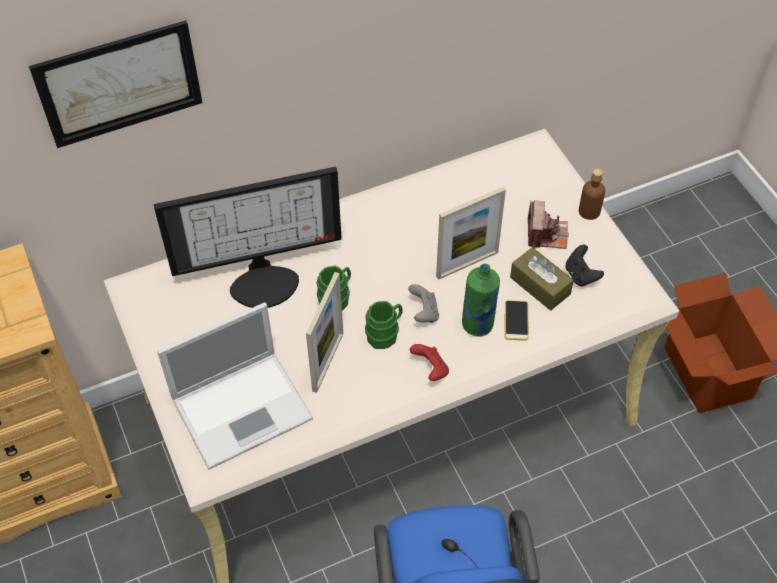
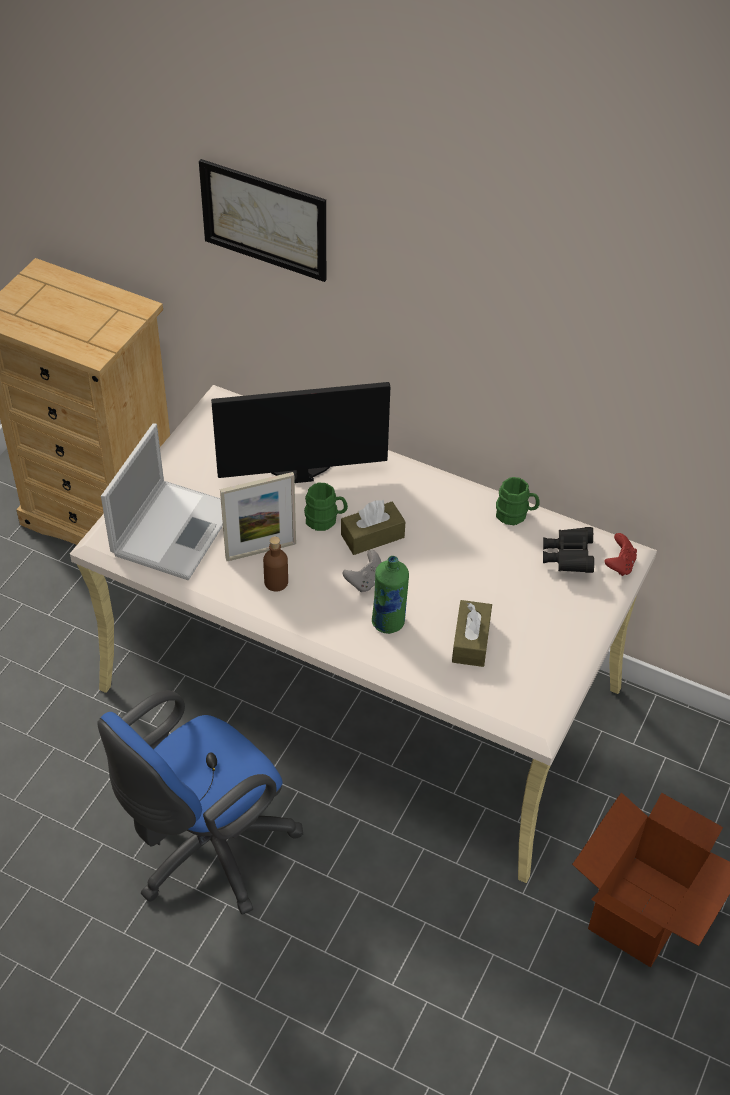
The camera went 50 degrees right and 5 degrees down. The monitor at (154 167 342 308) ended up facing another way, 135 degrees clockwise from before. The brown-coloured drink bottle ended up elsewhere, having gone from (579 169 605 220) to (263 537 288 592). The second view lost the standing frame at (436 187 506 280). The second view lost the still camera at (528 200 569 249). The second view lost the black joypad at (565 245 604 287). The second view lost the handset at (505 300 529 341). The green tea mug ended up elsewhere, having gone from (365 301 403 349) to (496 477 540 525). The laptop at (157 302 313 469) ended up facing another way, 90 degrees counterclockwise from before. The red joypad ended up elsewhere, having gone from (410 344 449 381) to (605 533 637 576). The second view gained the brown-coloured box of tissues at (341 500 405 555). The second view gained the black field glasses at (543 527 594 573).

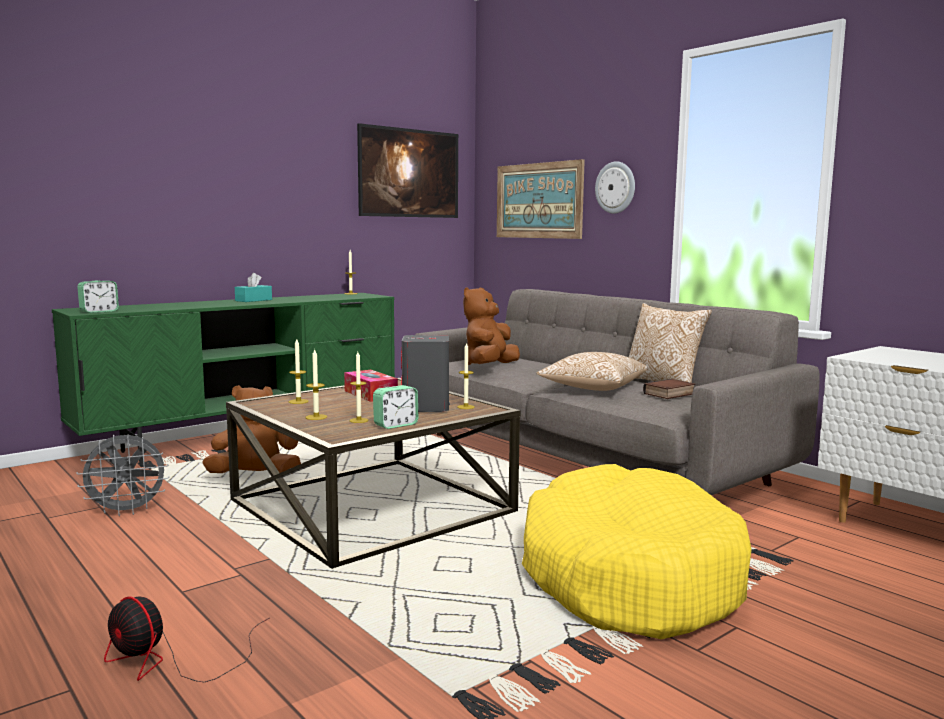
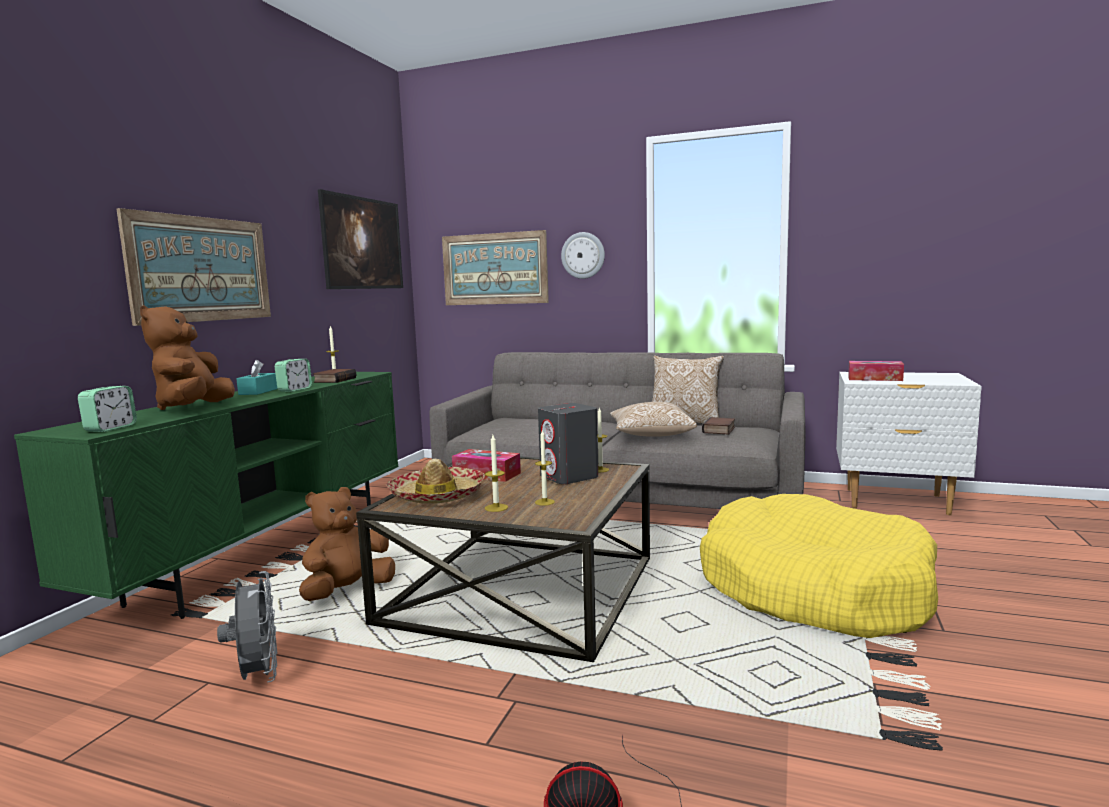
The camera went 30 degrees left and 0 degrees up. The brown-coloured cuddly toy ended up elsewhere, having gone from (463 287 520 365) to (140 305 235 410). Where the candle stood at (289 339 309 404), the wearable hat came to stand at (386 459 485 504). The bedside clock ended up elsewhere, having gone from (373 385 418 429) to (275 359 312 392). The gray fan at (76 434 169 516) ended up facing another way, 60 degrees counterclockwise from before. The second view gained the wall picture at (117 208 271 326). The second view gained the box of tissues at (848 361 904 381). The second view gained the book at (313 369 356 383).

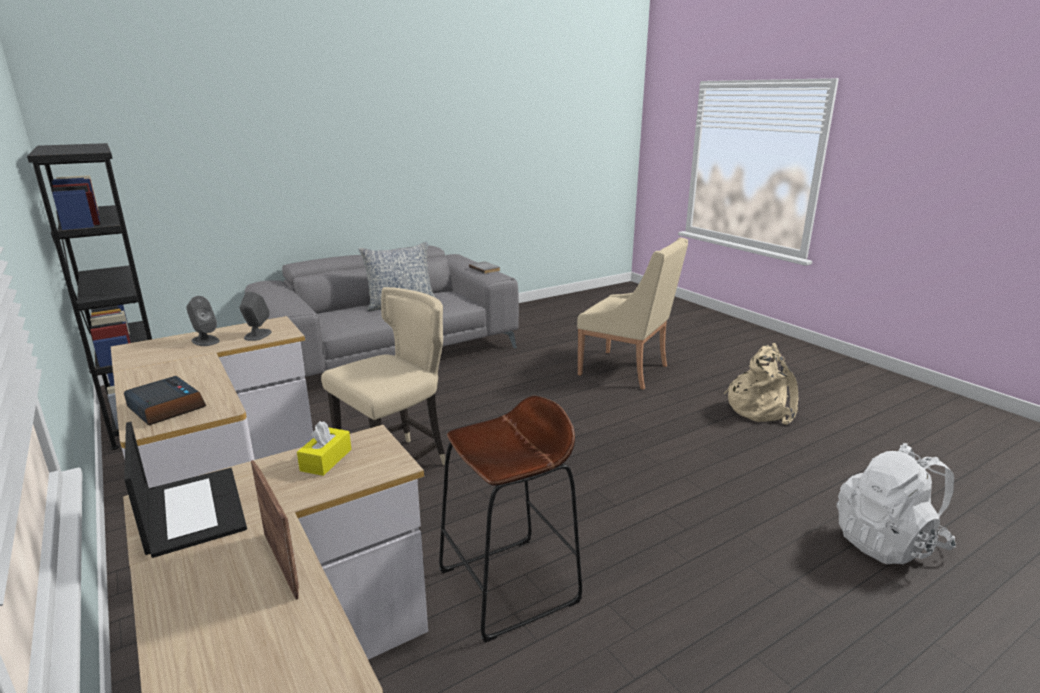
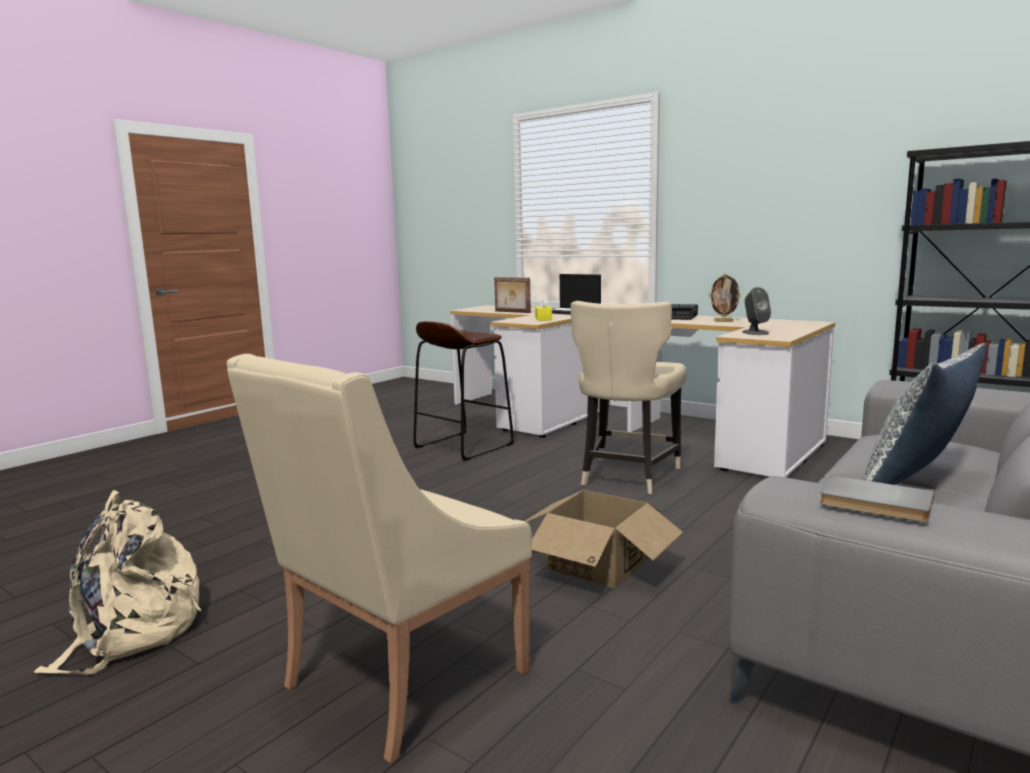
The camera went 160 degrees right and 10 degrees down. The beige easy chair at (577 238 688 390) ended up facing another way, 60 degrees counterclockwise from before. The second view lost the gray audio speaker at (187 296 220 346). The second view lost the whitish backpack at (837 443 956 564). The second view gained the standing frame at (708 273 741 322). The second view gained the carton at (525 490 683 588).

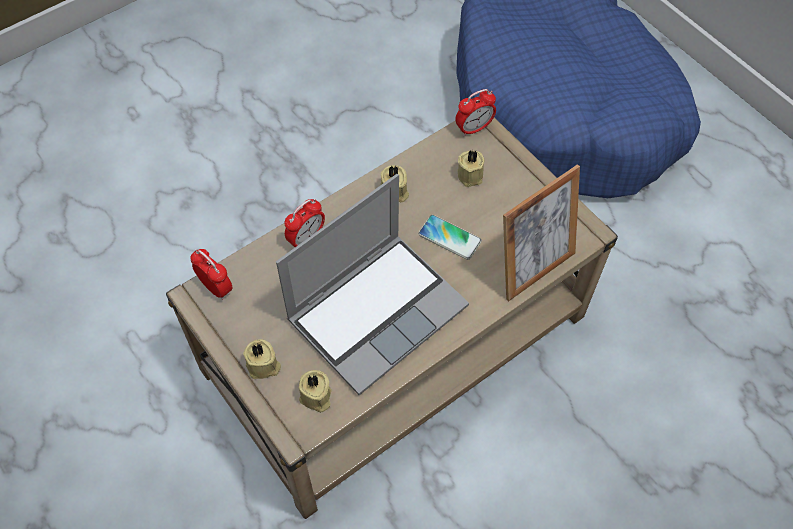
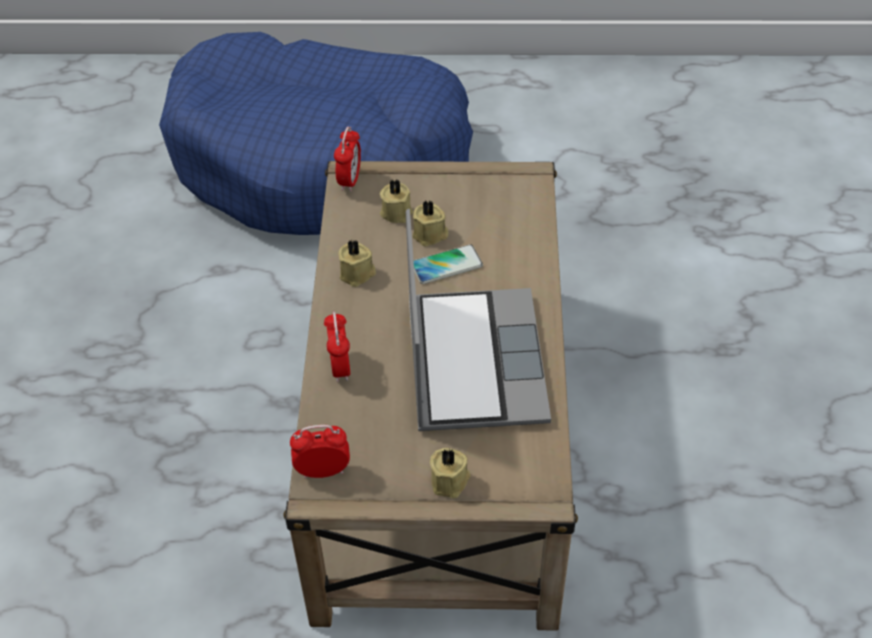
The camera went 50 degrees left and 10 degrees down. The second view lost the standing frame at (503 164 580 301). The beige candle ended up elsewhere, having gone from (299 370 332 413) to (413 201 449 247).

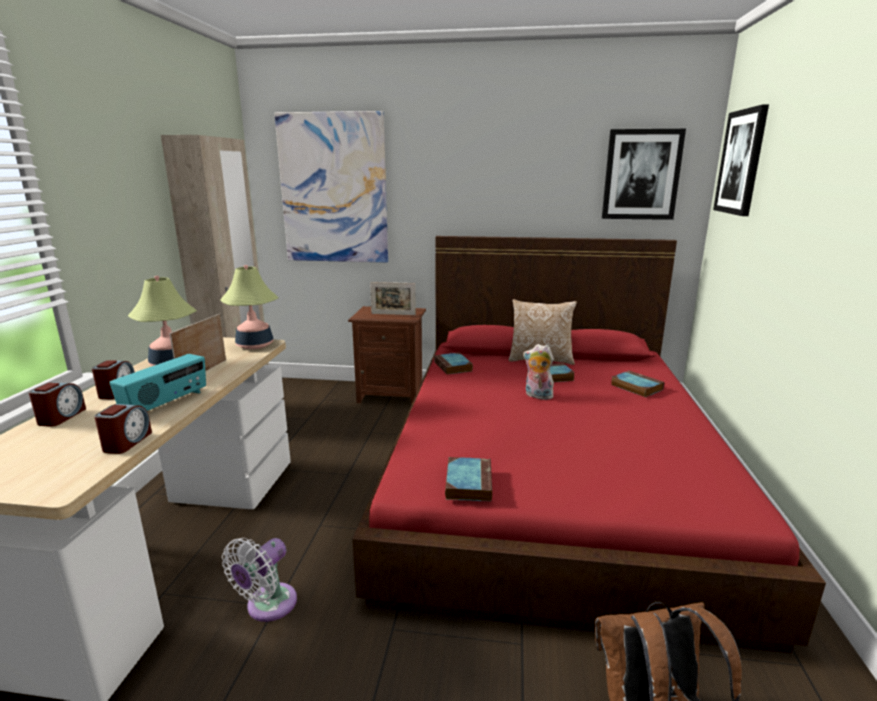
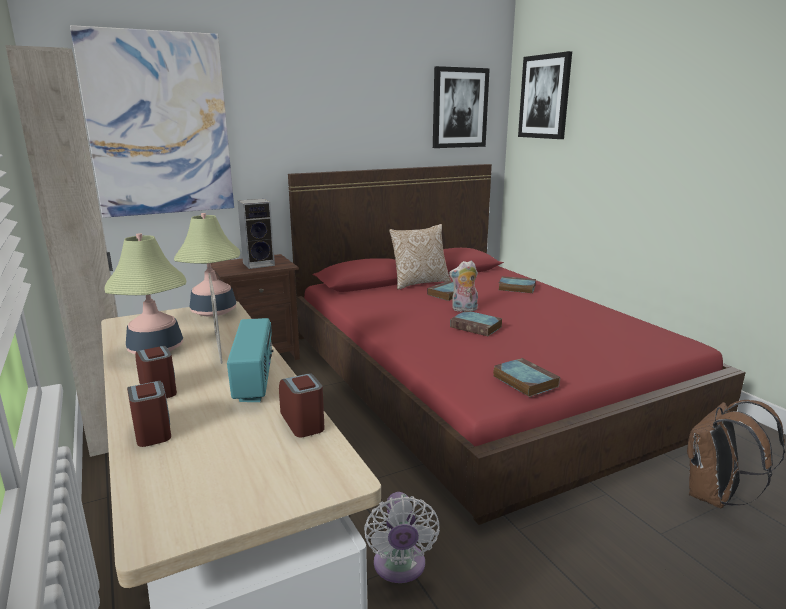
The camera went 35 degrees left and 0 degrees up. Where the standing frame stood at (370 282 416 315), the audio speaker came to stand at (237 199 275 269). The book ended up elsewhere, having gone from (434 352 473 375) to (450 310 503 336).

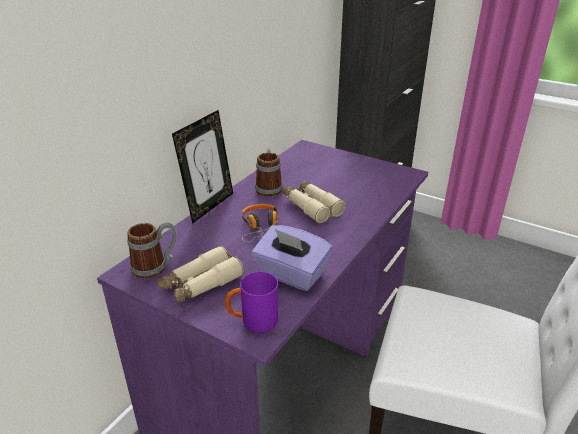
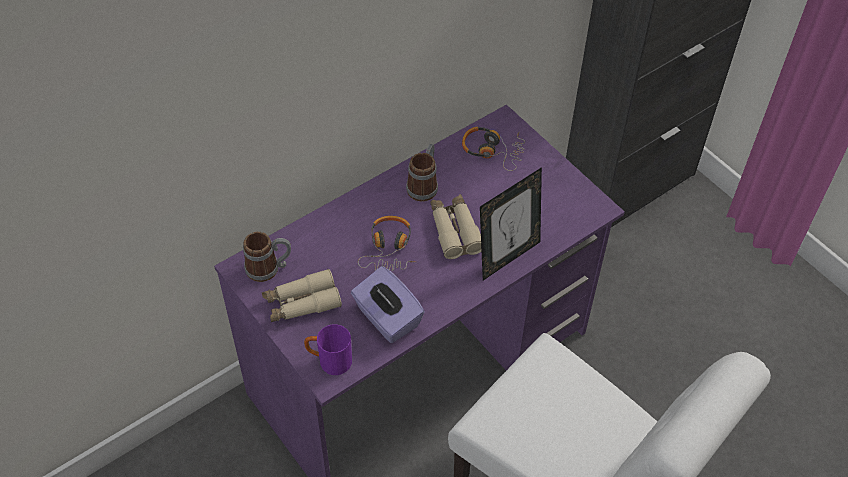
The camera went 20 degrees right and 20 degrees up. The standing frame ended up elsewhere, having gone from (172 110 233 224) to (480 167 542 280). The second view gained the headphones at (462 127 525 171).

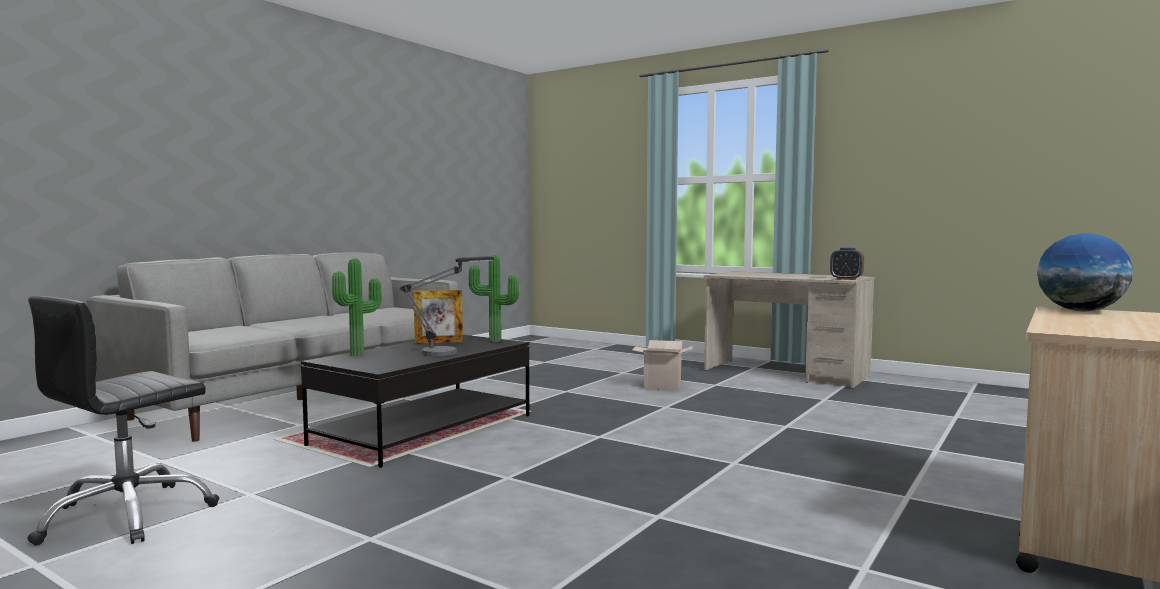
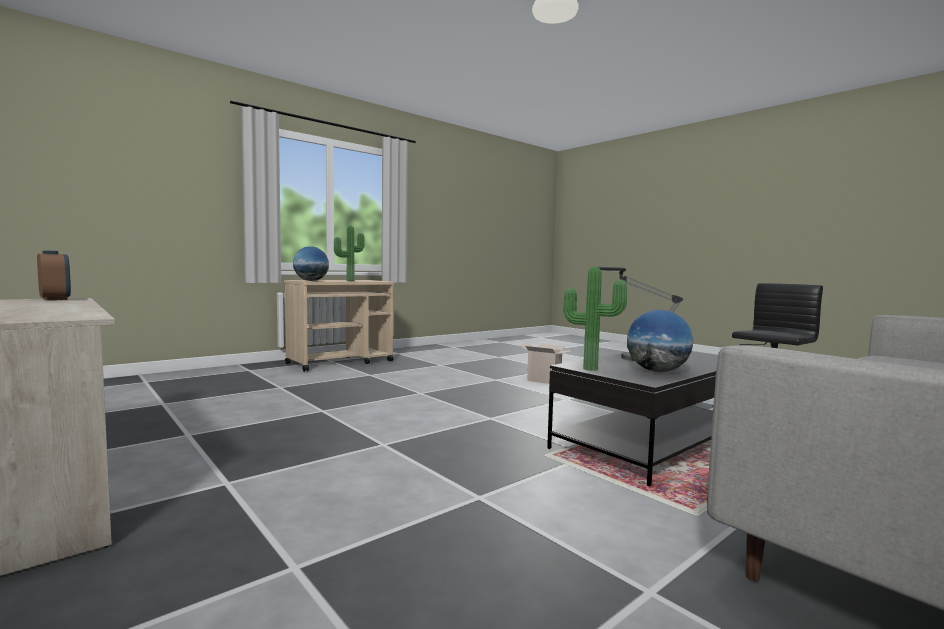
The camera went 165 degrees left and 0 degrees up. The potted plant ended up elsewhere, having gone from (332 258 382 356) to (334 226 365 281). Where the standing frame stood at (414 290 463 344), the globe came to stand at (627 310 694 372). The carton ended up elsewhere, having gone from (632 340 693 391) to (520 343 572 384).

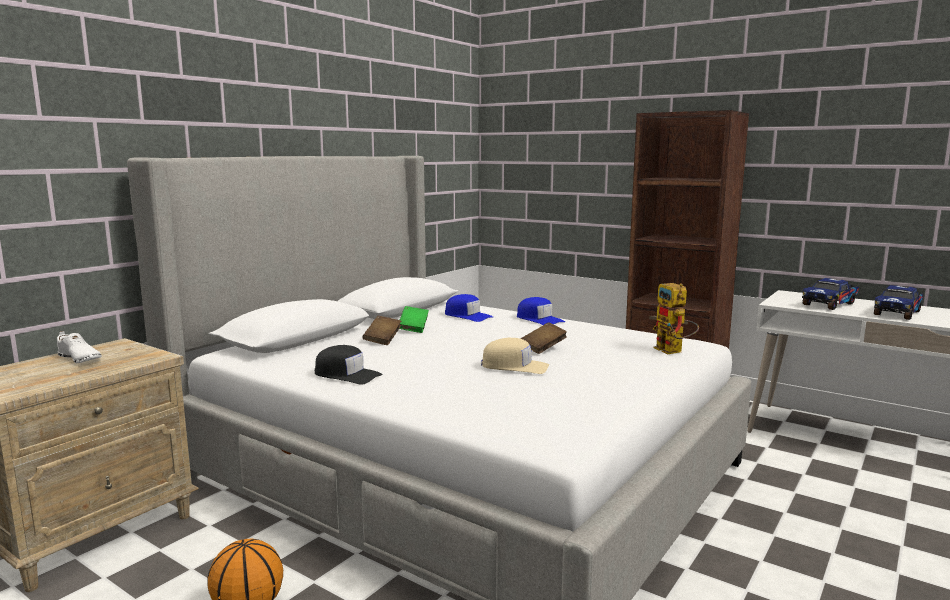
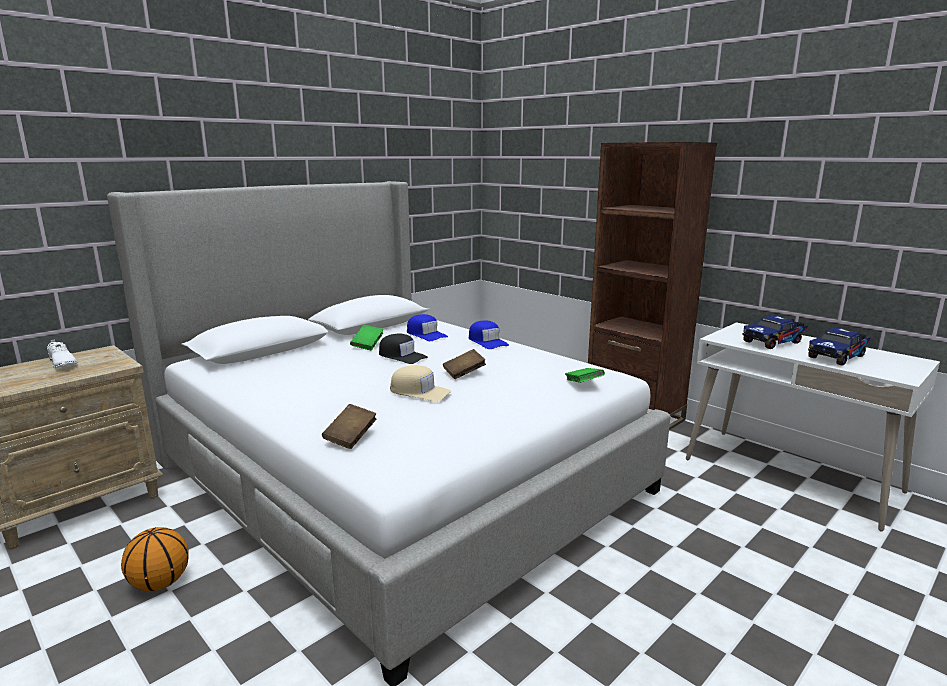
The camera went 10 degrees right and 5 degrees up. Where the toy robot stood at (653 283 699 354), the green book came to stand at (565 368 605 383). The brown-coloured book ended up elsewhere, having gone from (363 316 401 345) to (322 404 377 449). The black baseball cap ended up elsewhere, having gone from (315 345 383 384) to (379 334 428 364).

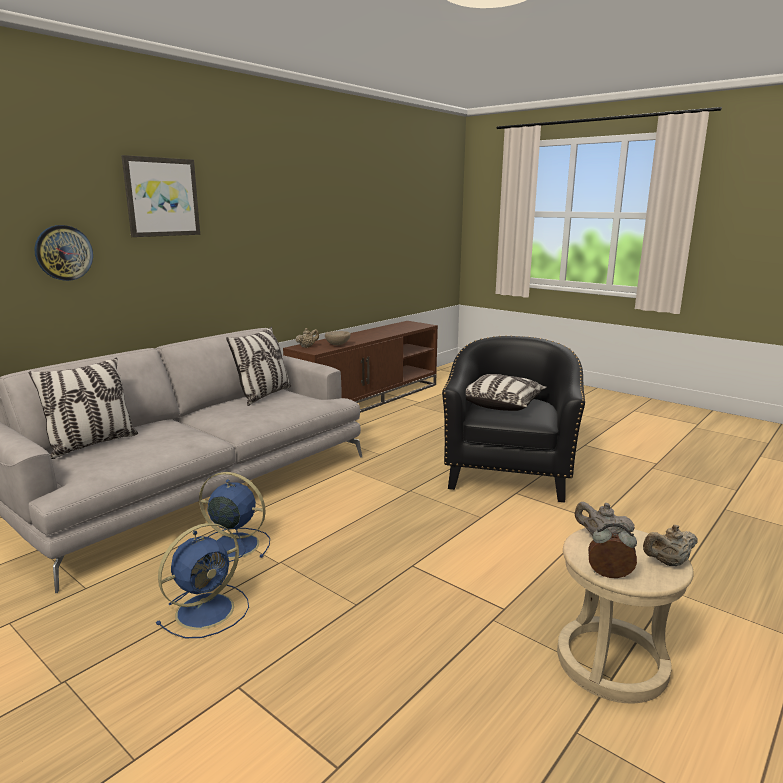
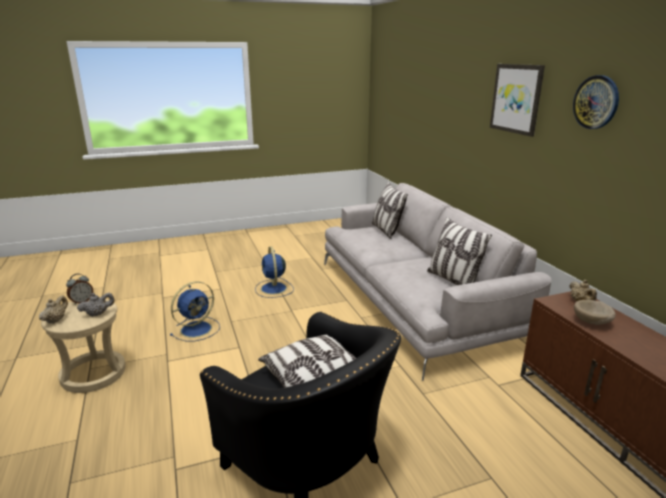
The camera went 120 degrees right and 5 degrees up. The wall clock ended up elsewhere, having gone from (34 225 93 281) to (573 75 619 129). The blue fan ended up elsewhere, having gone from (199 472 270 562) to (170 281 220 341).

